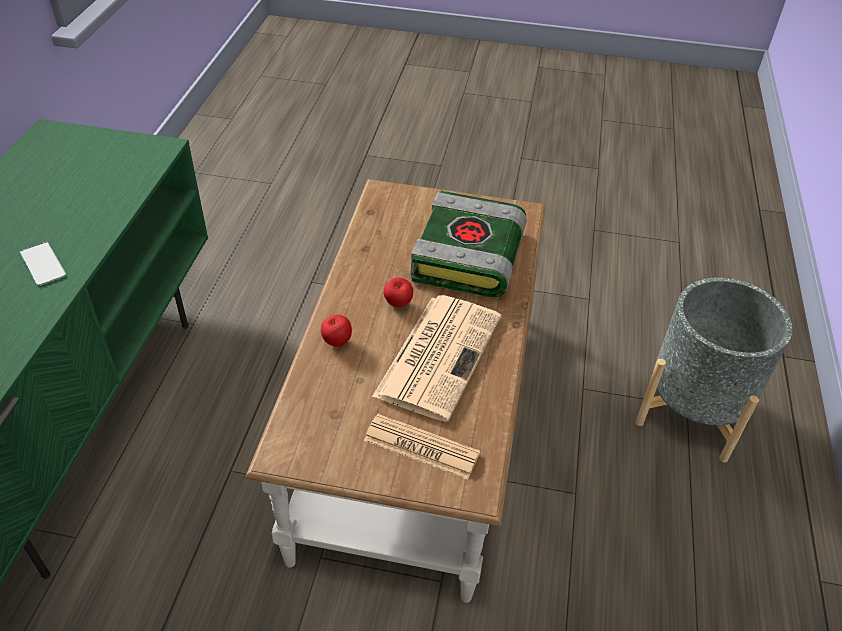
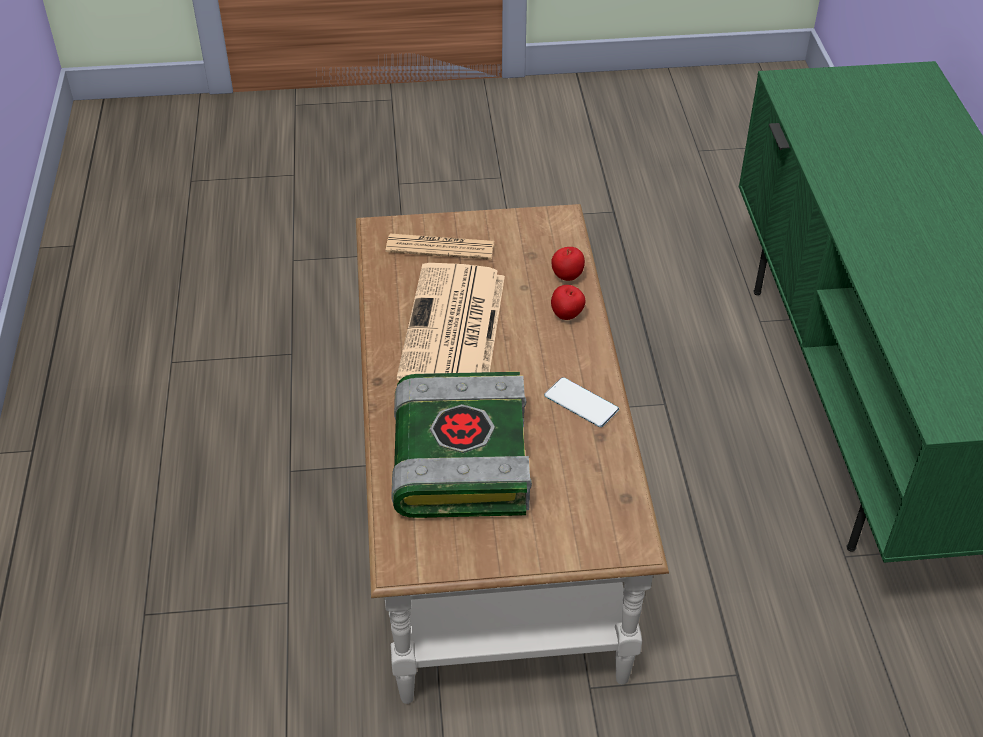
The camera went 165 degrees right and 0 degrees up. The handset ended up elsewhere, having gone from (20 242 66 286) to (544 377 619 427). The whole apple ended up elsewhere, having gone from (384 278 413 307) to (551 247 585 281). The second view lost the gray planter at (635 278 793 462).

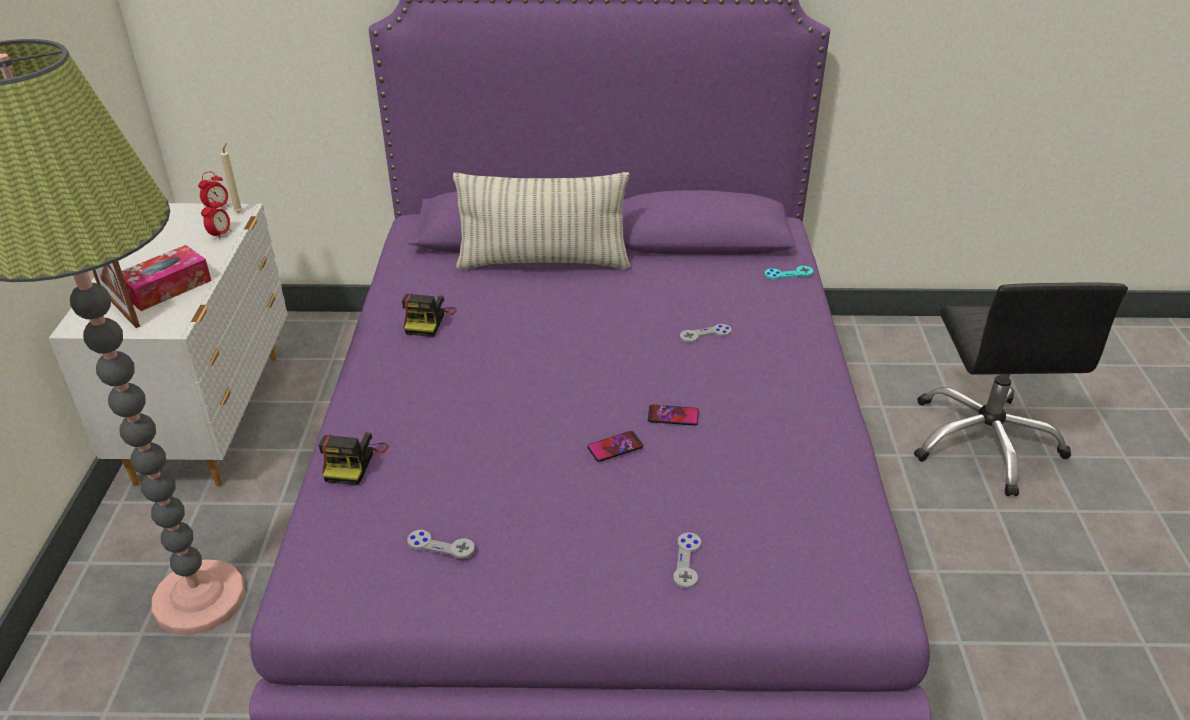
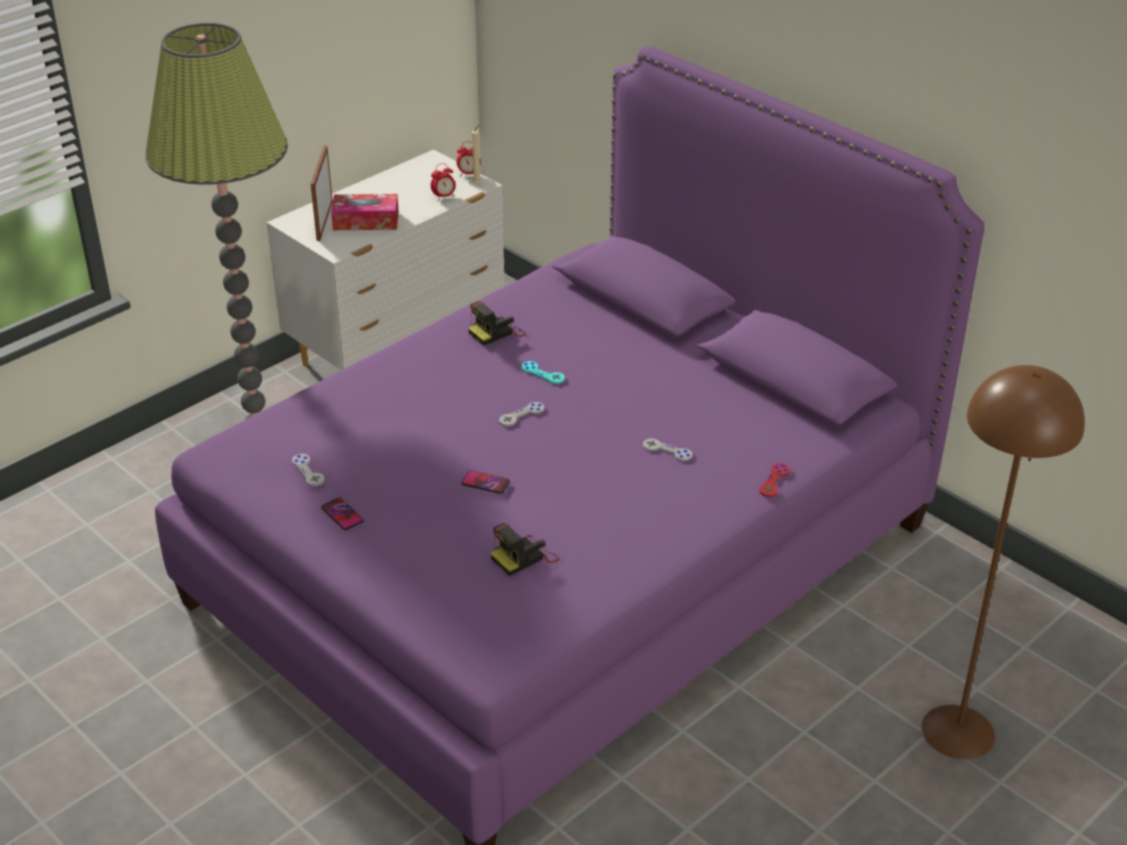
The camera went 45 degrees right and 0 degrees up. The second view lost the pillow at (453 172 631 270). The turquoise joypad ended up elsewhere, having gone from (764 266 813 279) to (521 361 565 384). Where the black computer chair stood at (914 282 1128 496), the brown-coloured standing lamp came to stand at (922 365 1085 759). The handset ended up elsewhere, having gone from (648 405 699 426) to (321 498 363 530). The still camera ended up elsewhere, having gone from (318 432 389 485) to (491 523 560 576). The gray joypad ended up elsewhere, having gone from (673 532 701 589) to (499 402 544 426). The second view gained the red joypad at (759 463 790 497).

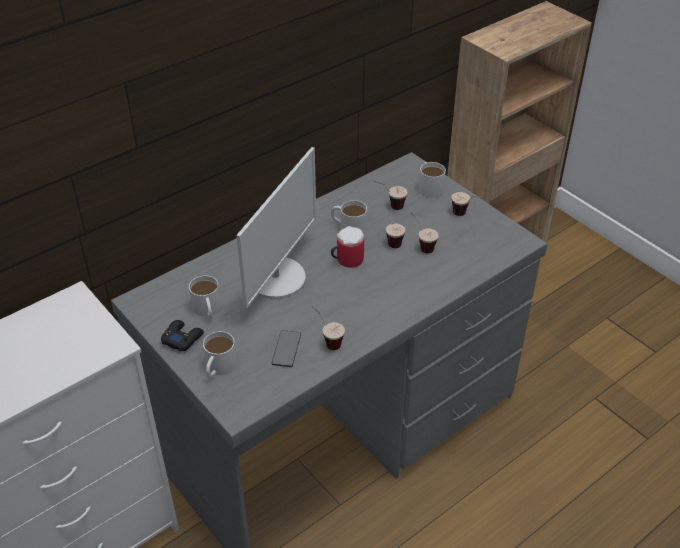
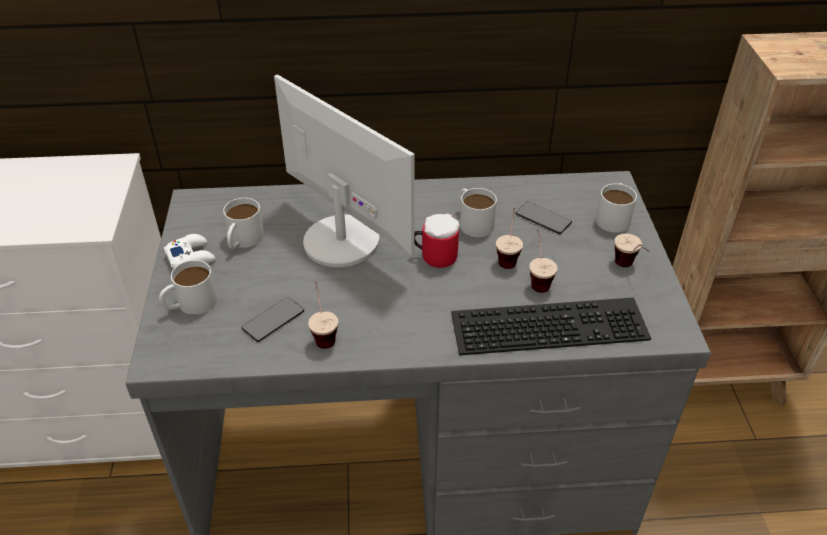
The camera went 35 degrees right and 0 degrees up. The monitor at (236 147 316 309) ended up facing another way, 105 degrees counterclockwise from before. Where the small cup stood at (373 181 407 210), the handset came to stand at (516 202 572 234). What was the black joypad at (161 320 204 351) turned into the whitish joypad at (164 234 215 268). The second view gained the computer keyboard at (451 297 651 355).

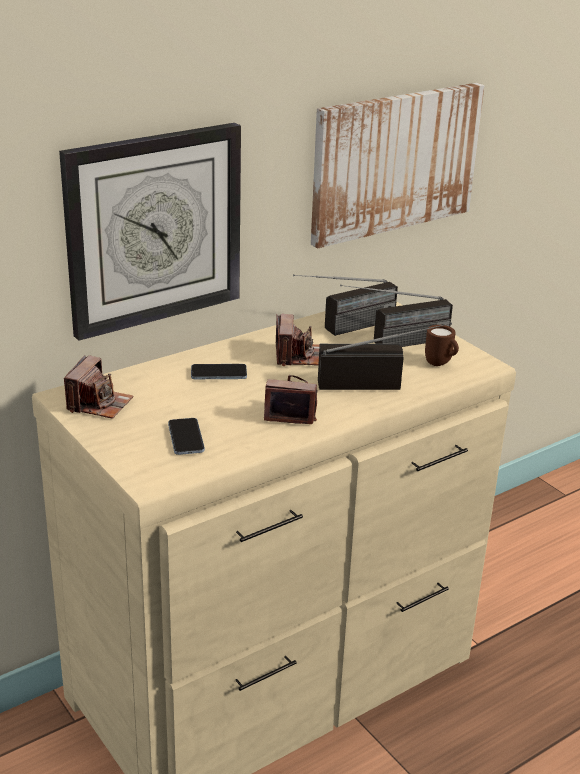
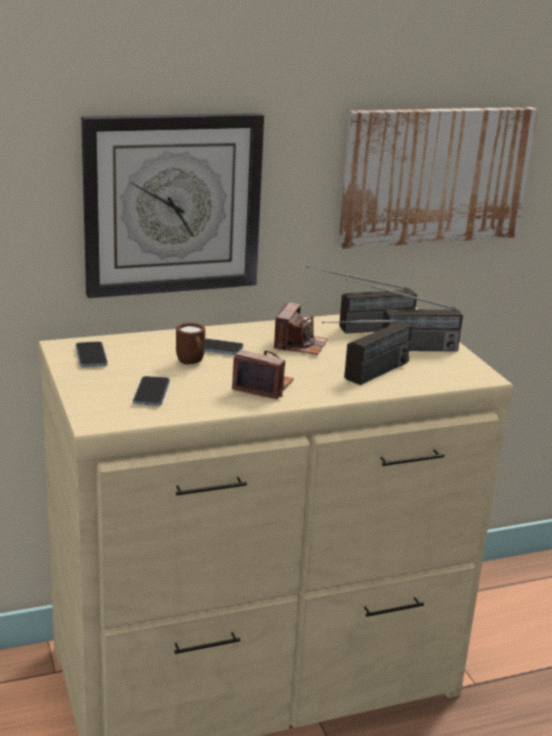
The camera went 15 degrees right and 5 degrees down. The radio receiver at (318 322 452 390) ended up facing another way, 120 degrees clockwise from before. The brown-coloured tea mug ended up elsewhere, having gone from (425 325 459 366) to (176 323 205 364). Where the still camera stood at (64 355 133 419), the handset came to stand at (76 341 108 367).

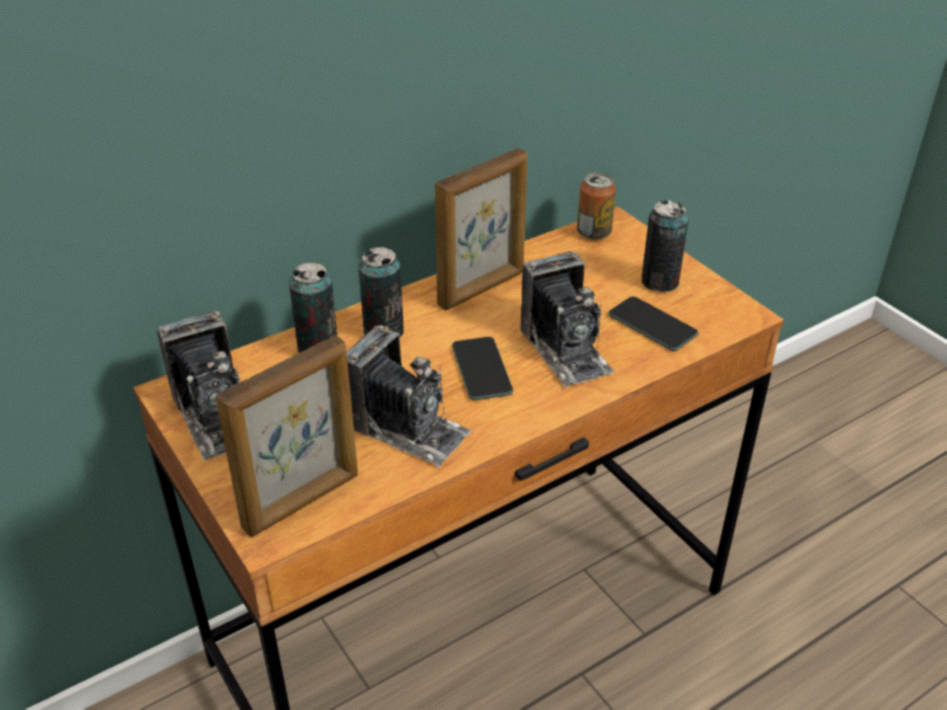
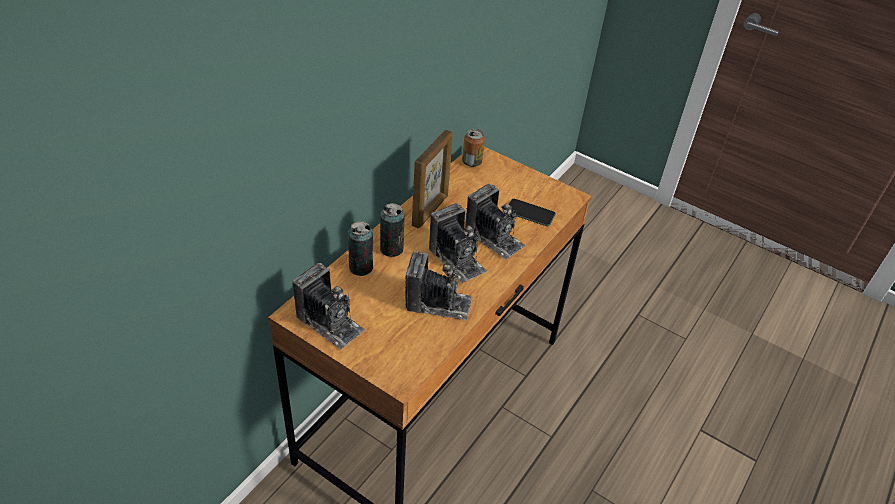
The camera went 25 degrees left and 5 degrees up. The second view lost the can at (642 200 689 292). The second view lost the standing frame at (215 335 358 537). Where the handset stood at (452 337 513 400), the still camera came to stand at (429 203 487 283).

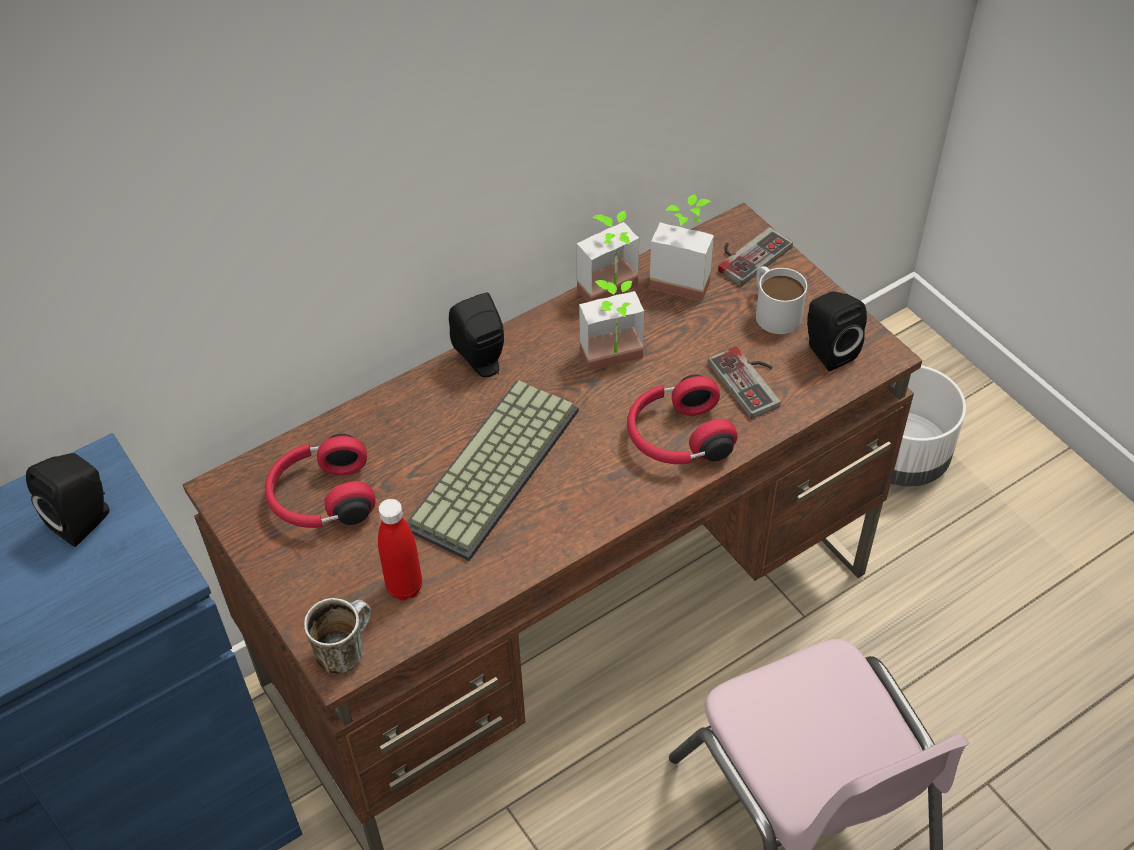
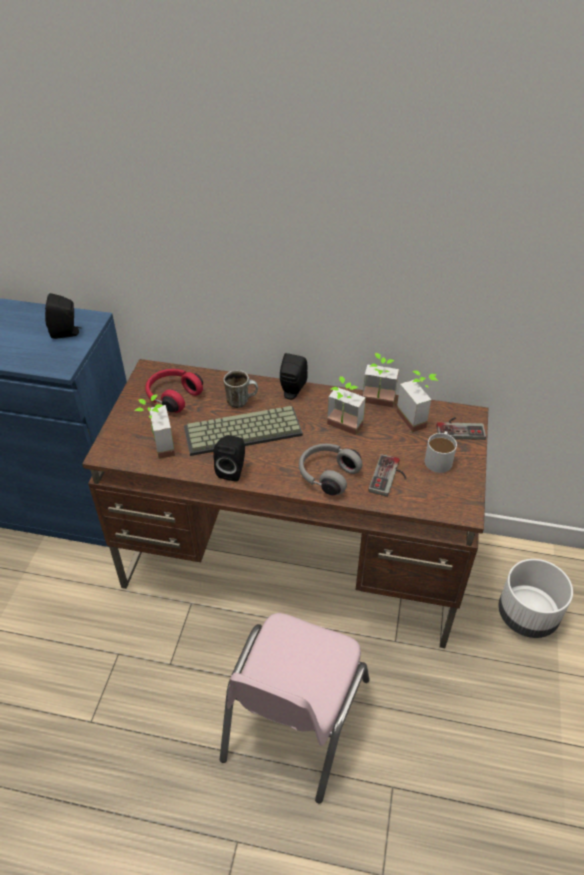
The camera went 45 degrees right and 5 degrees down. The black audio speaker ended up elsewhere, having gone from (807 291 867 371) to (213 435 245 482). What was the red headphones at (627 375 738 464) turned into the gray headphones at (299 444 362 495). Where the red drink bottle stood at (378 499 422 601), the potted plant came to stand at (134 394 175 459). The tea mug ended up elsewhere, having gone from (304 598 371 674) to (223 370 258 408).

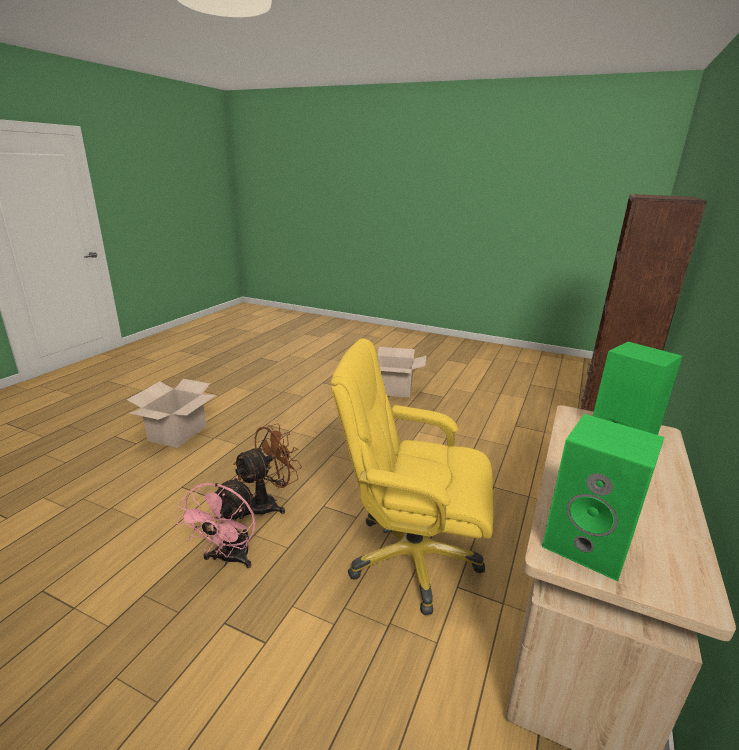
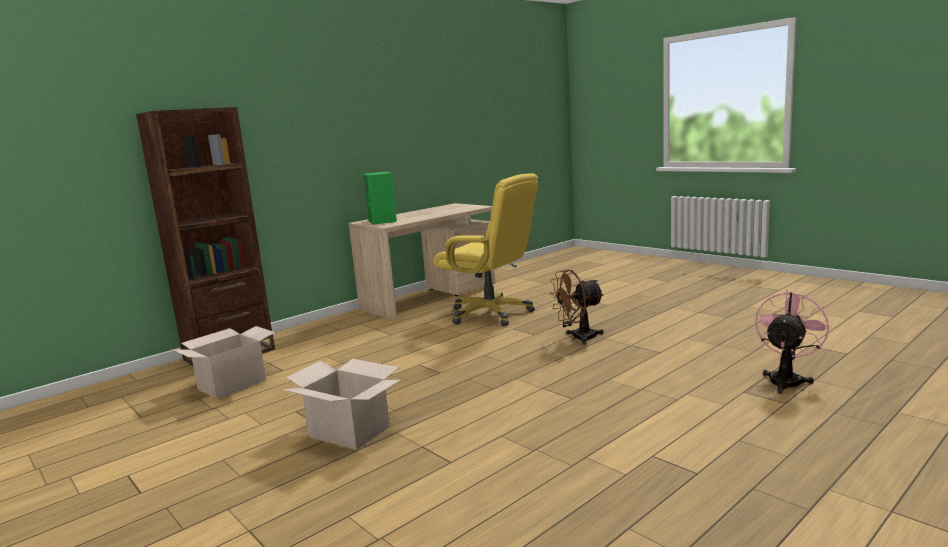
The camera went 155 degrees left and 10 degrees down. The carton ended up elsewhere, having gone from (127 379 216 448) to (171 326 276 399). The second view lost the green audio speaker at (542 414 664 581). The pink fan ended up elsewhere, having gone from (176 477 256 568) to (755 290 830 394).

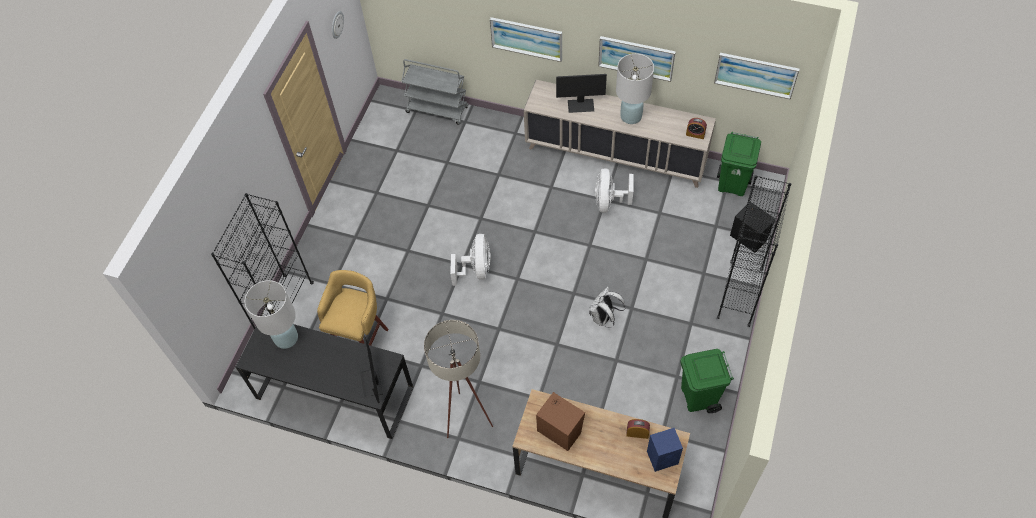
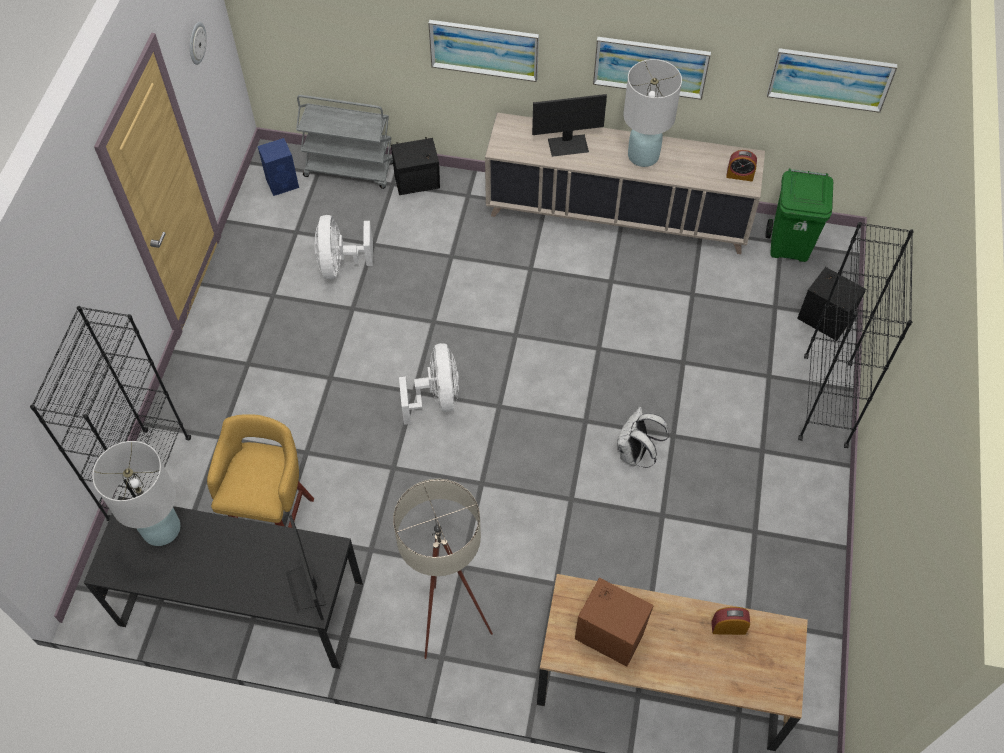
The camera went 10 degrees left and 0 degrees up. The whitish fan ended up elsewhere, having gone from (595 168 633 213) to (314 215 373 279). The second view lost the green rubbish bin at (680 349 734 413). The blue audio speaker ended up elsewhere, having gone from (647 428 683 472) to (258 138 299 196). The second view gained the black audio speaker at (391 137 440 195).

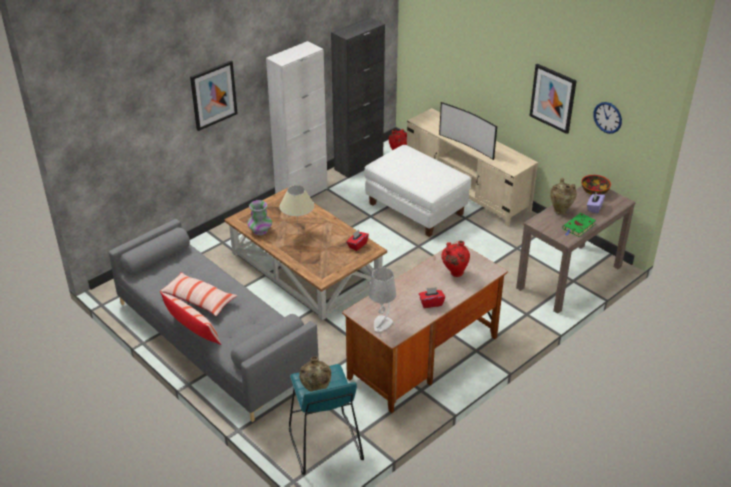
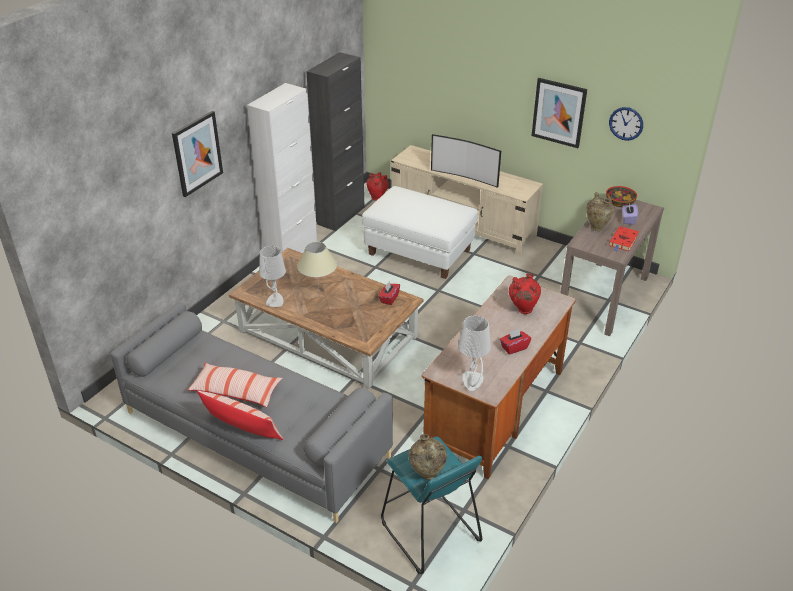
The camera went 15 degrees left and 0 degrees up. Where the flower vase stood at (247 200 272 235), the gray tabletop lamp came to stand at (259 246 286 307). What was the green book at (562 213 596 237) turned into the red book at (609 226 639 252).

